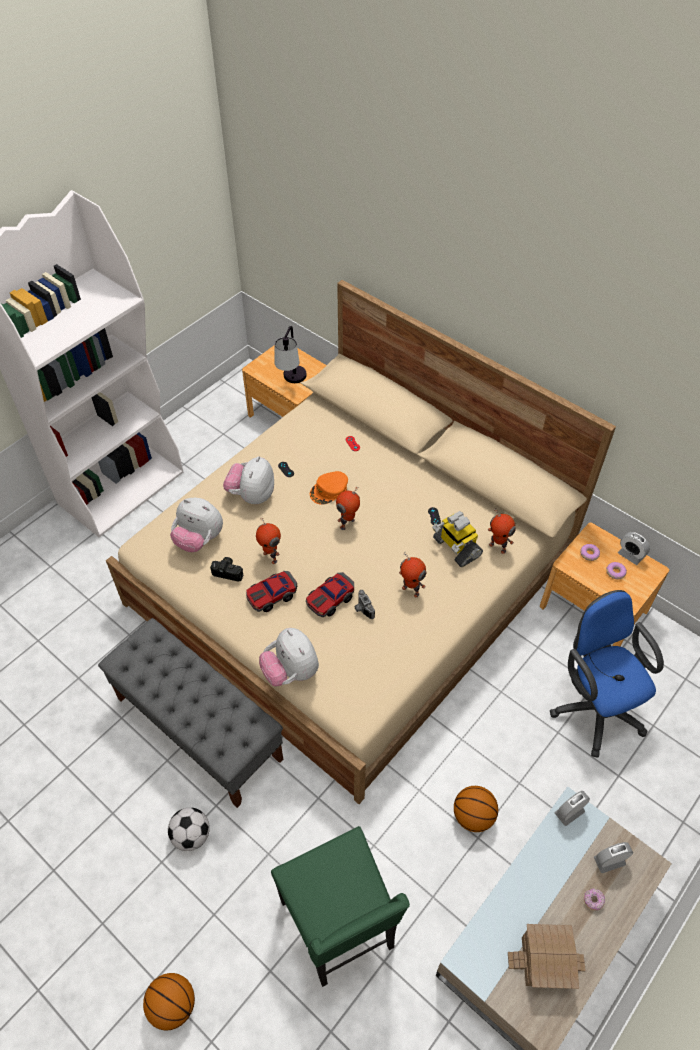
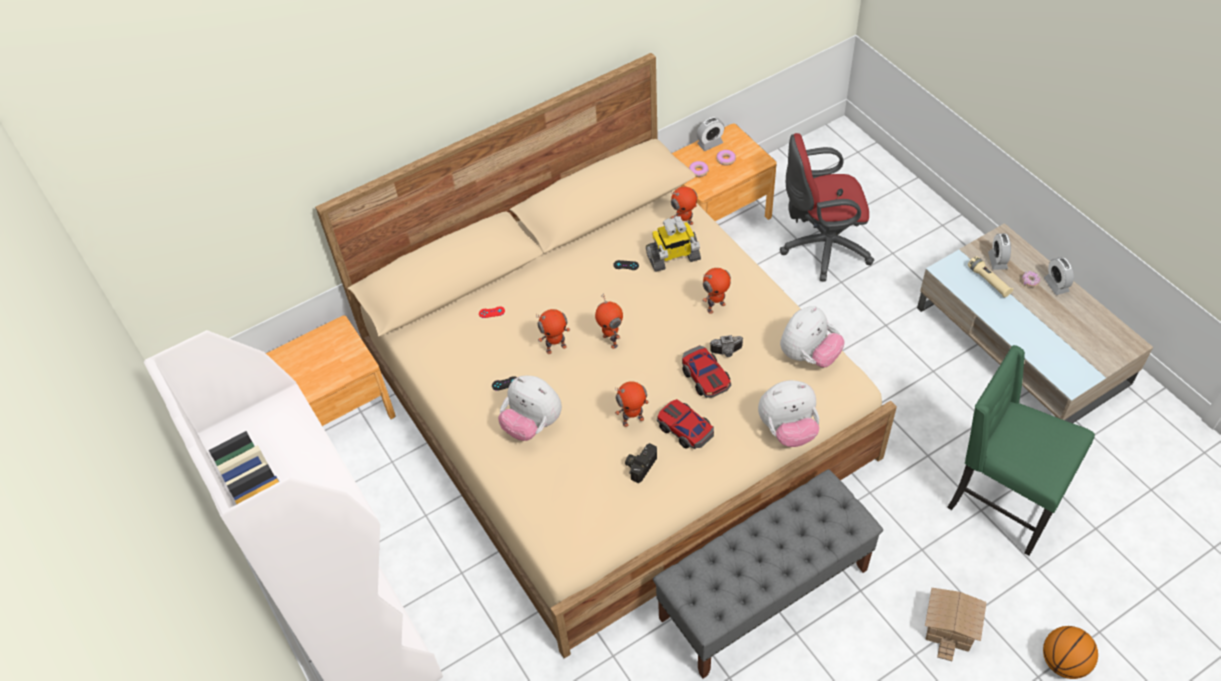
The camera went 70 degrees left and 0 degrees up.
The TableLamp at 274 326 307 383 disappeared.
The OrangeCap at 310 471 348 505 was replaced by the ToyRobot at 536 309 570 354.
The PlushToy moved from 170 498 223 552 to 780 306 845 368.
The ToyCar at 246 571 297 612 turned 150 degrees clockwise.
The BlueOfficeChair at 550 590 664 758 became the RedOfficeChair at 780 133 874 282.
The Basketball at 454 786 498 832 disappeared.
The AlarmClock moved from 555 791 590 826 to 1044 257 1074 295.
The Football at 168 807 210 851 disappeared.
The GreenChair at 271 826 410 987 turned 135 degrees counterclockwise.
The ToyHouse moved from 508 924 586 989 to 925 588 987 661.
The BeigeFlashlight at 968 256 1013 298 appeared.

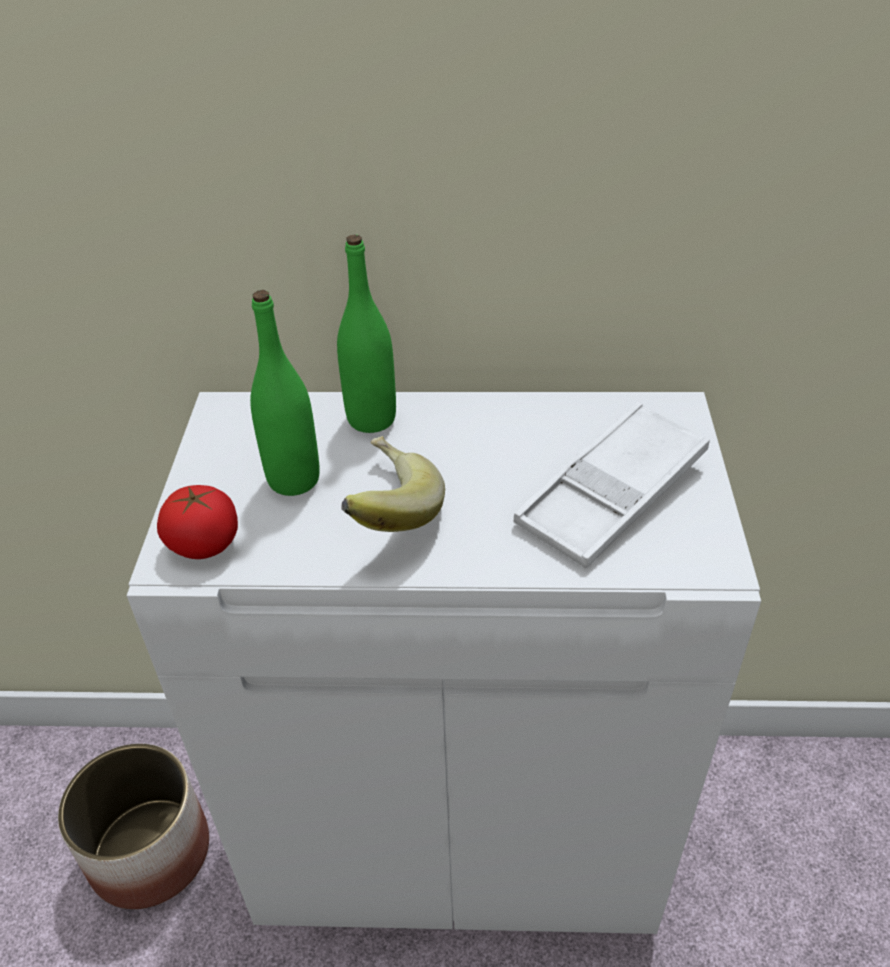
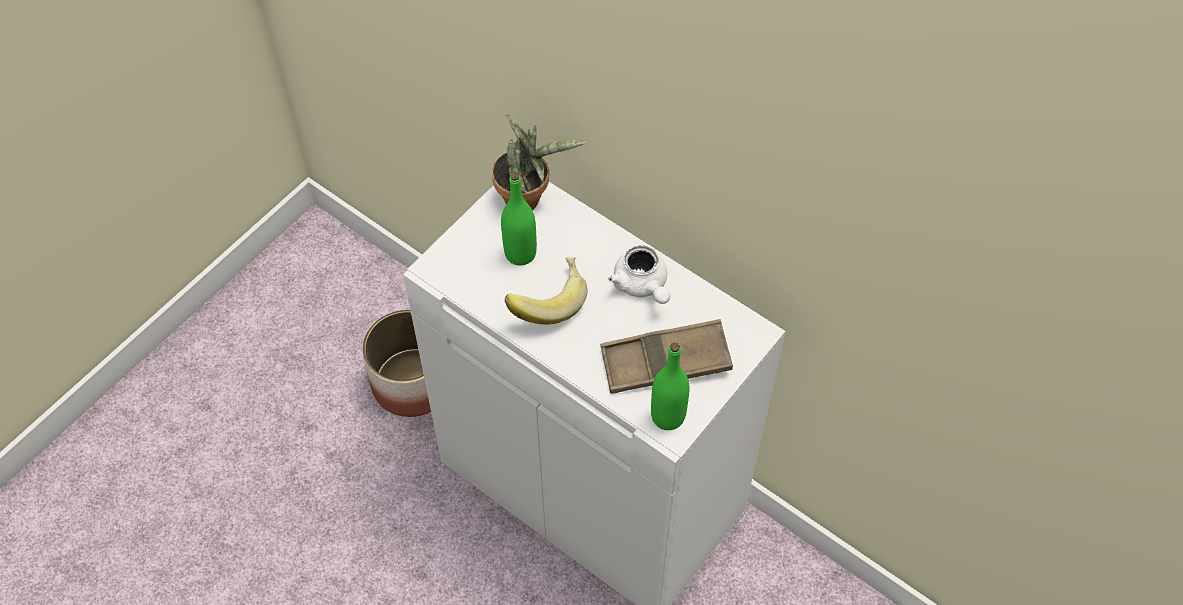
The camera went 35 degrees right and 15 degrees up.
The GreenBottle moved from 337 235 396 433 to 651 342 690 430.
The WhiteTray at 513 402 710 568 became the BrownTray at 600 319 733 394.
The Tomato at 157 485 238 559 disappeared.
The PottedPlant at 492 114 586 210 appeared.
The WhiteTeapot at 608 245 670 304 appeared.

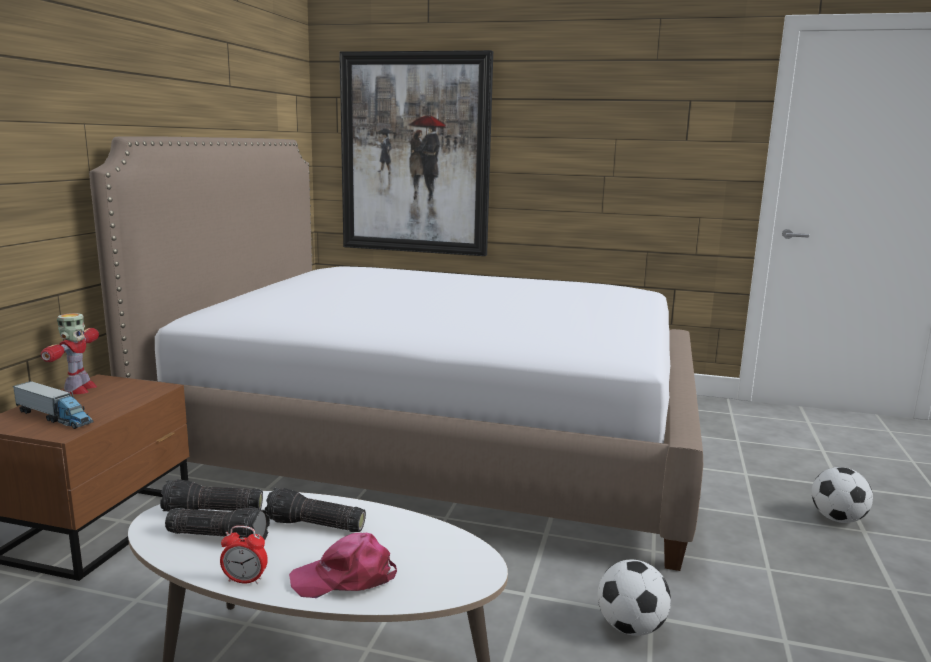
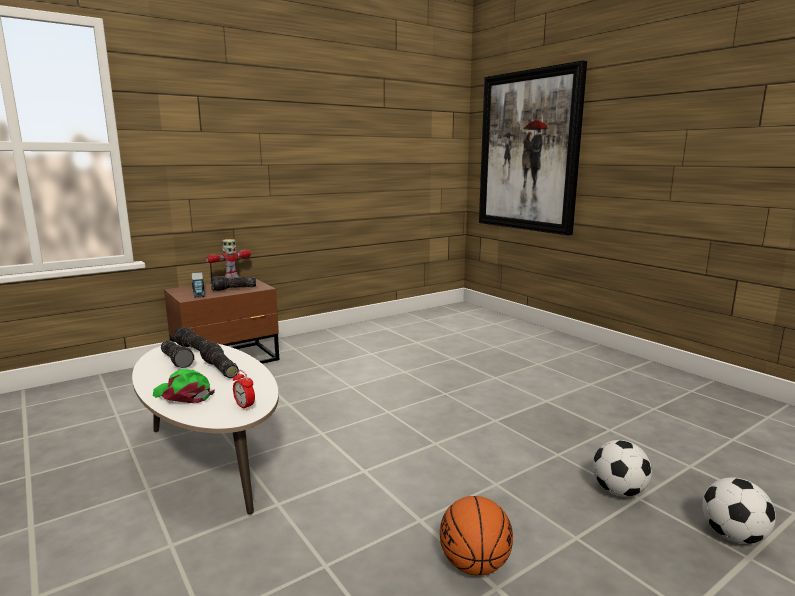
The camera went 40 degrees right and 0 degrees up.
The Bed at 89 136 703 571 disappeared.
The AlarmClock moved from 220 526 268 584 to 233 370 255 410.
The PinkCap at 289 533 397 598 became the GreenCap at 153 369 215 403.
The Football moved from 598 560 671 636 to 593 440 652 497.
The Flashlight at 211 276 256 291 appeared.
The Basketball at 440 496 513 575 appeared.

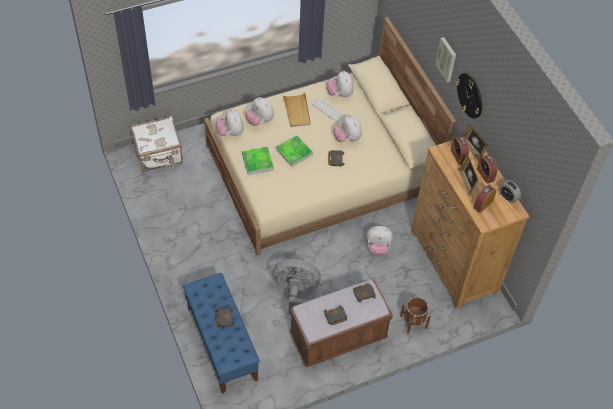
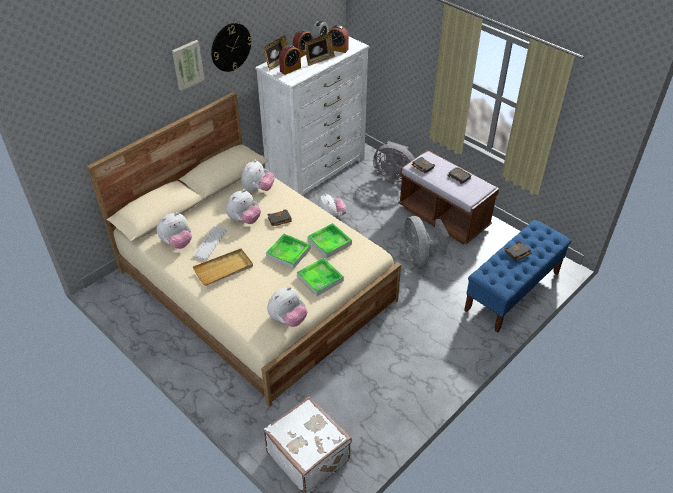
The camera went 110 degrees left and 10 degrees down.
The PlushToy moved from 245 97 274 126 to 241 159 274 192.
The BrownDresser at 411 140 530 308 became the WhiteDresser at 255 30 369 196.
The BrownPlanter at 400 297 431 334 was replaced by the GreyFan at 373 141 415 185.
The Tray at 307 223 352 258 appeared.

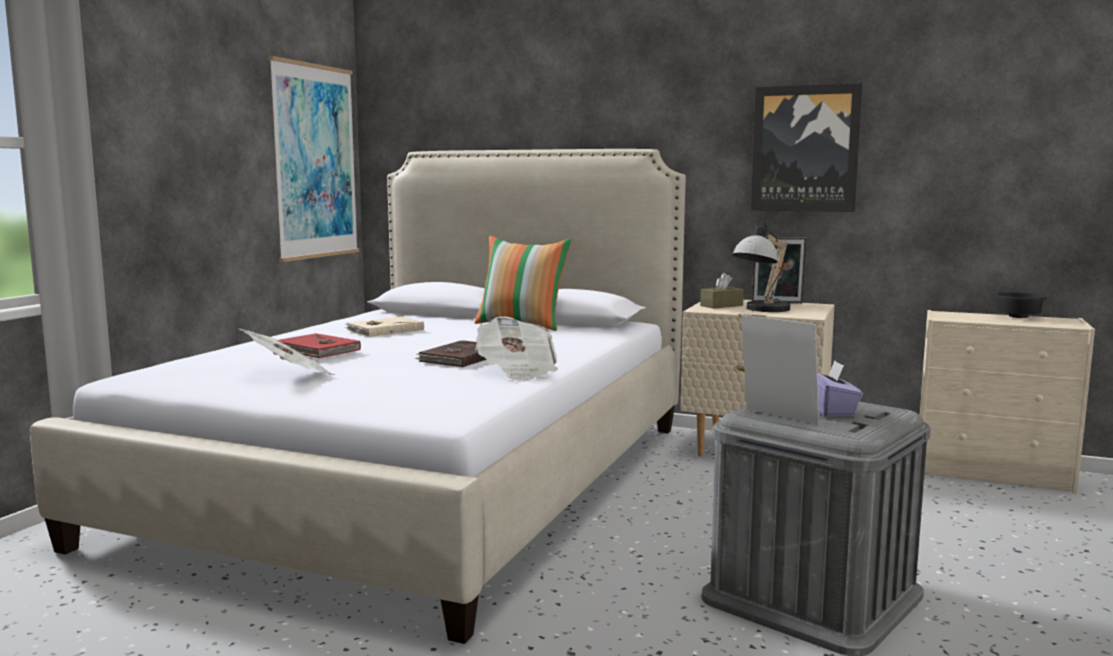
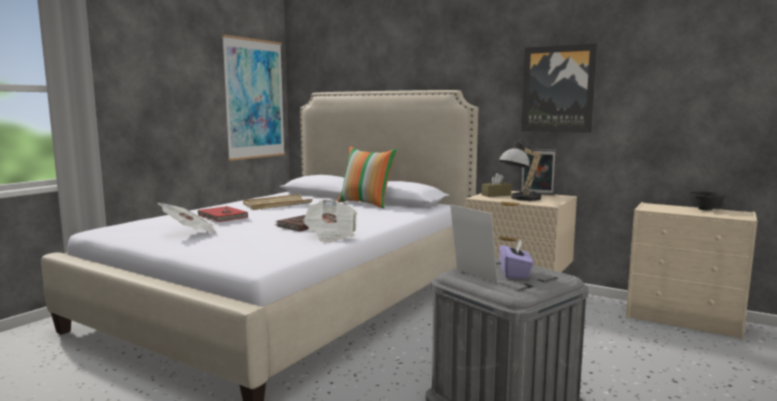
The camera went 10 degrees right and 0 degrees up.
The BeigeBook at 345 316 424 337 was replaced by the BeigeTray at 243 194 313 210.

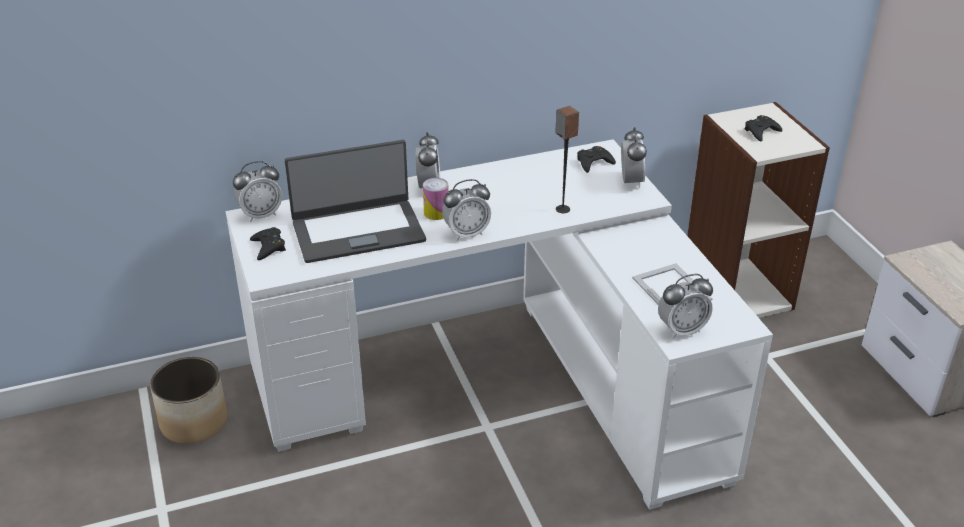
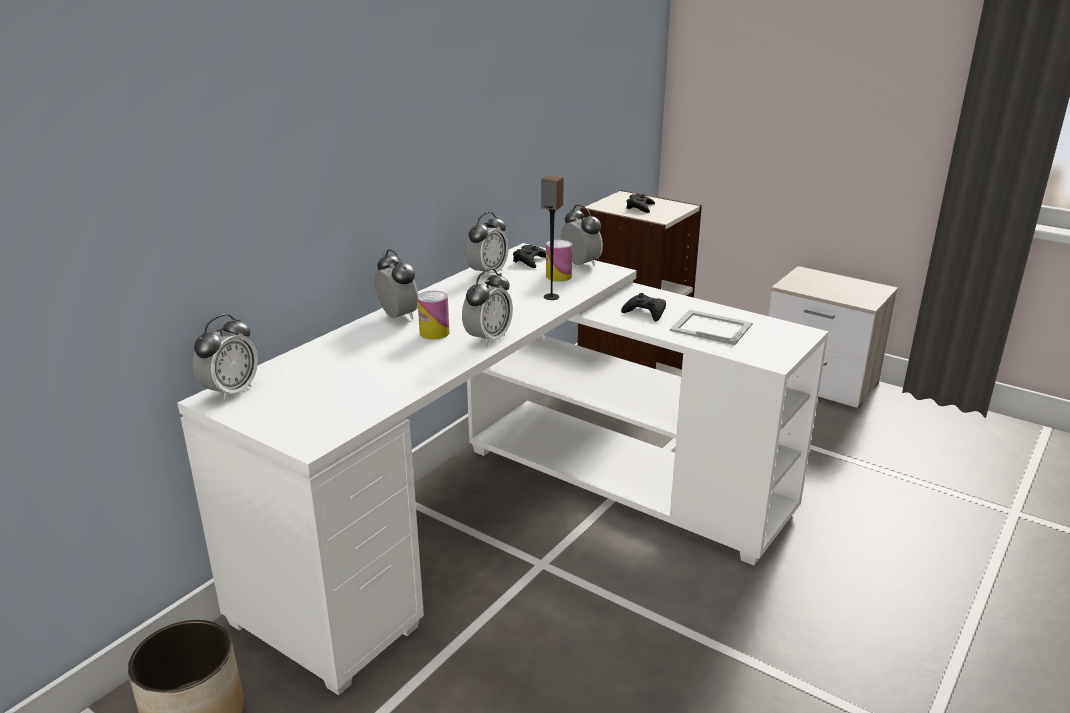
The camera went 35 degrees left and 10 degrees down.
The Laptop at 285 140 426 263 disappeared.
The BlackGameController moved from 250 227 286 260 to 621 293 666 322.
The AlarmClock moved from 658 274 713 339 to 465 212 509 279.
The Can at 546 240 572 282 appeared.

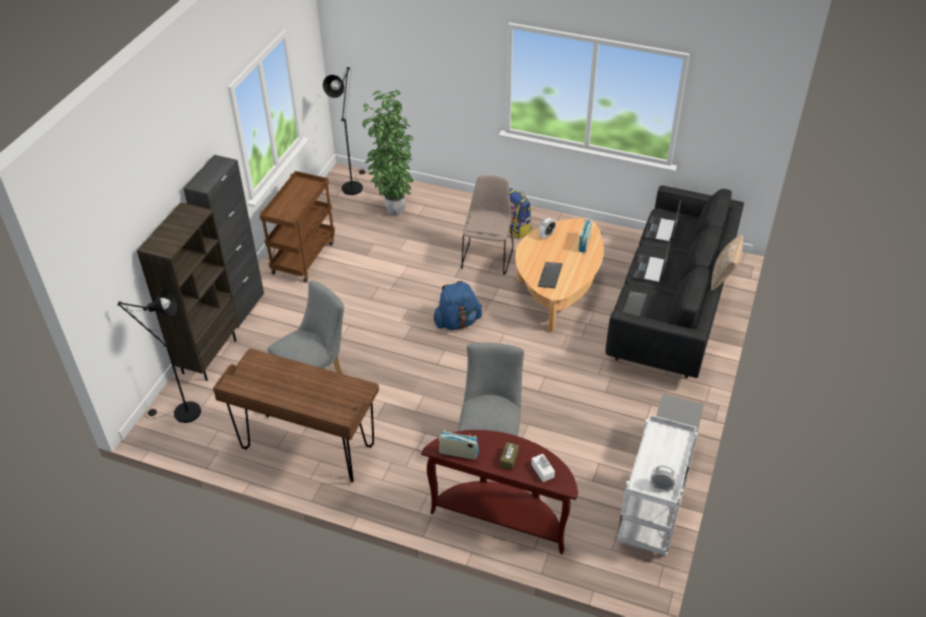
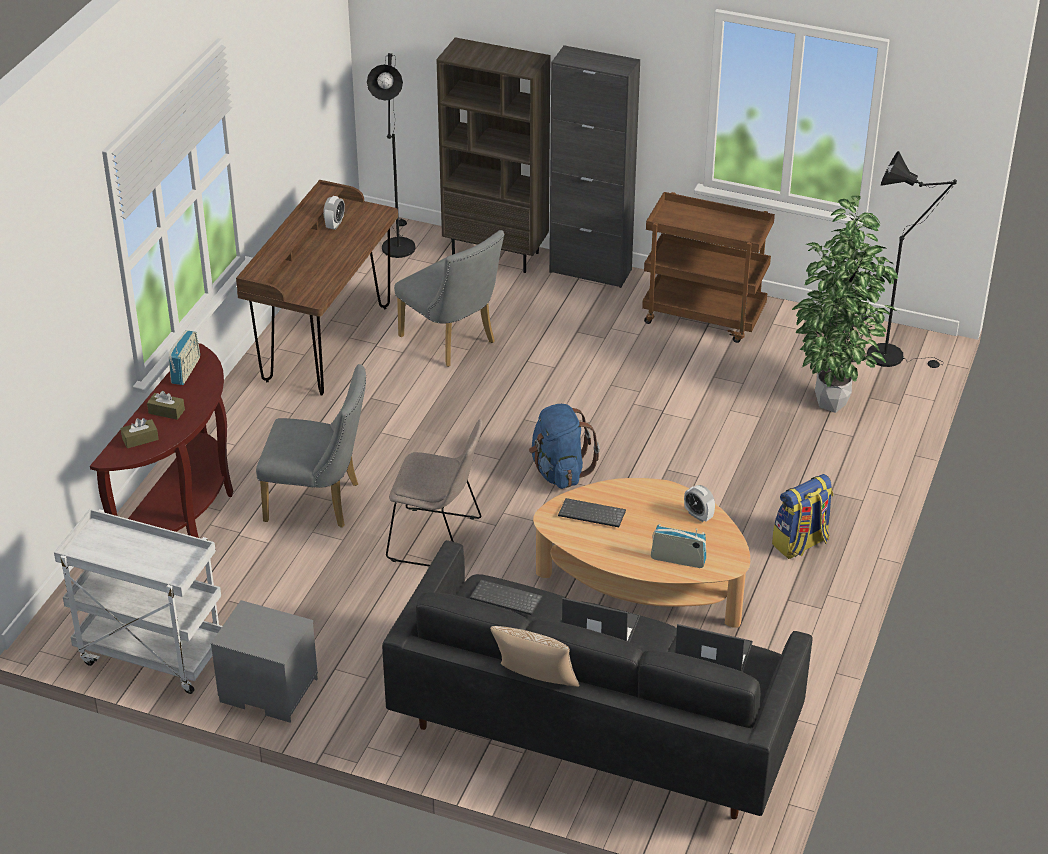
The camera went 90 degrees right and 5 degrees down.
The BeigeChair moved from 461 175 513 275 to 386 419 483 566.
The WhiteTissueBox at 531 454 555 482 became the BrownTissueBox at 121 418 159 449.
The AlarmClock moved from 650 466 677 490 to 323 196 345 230.

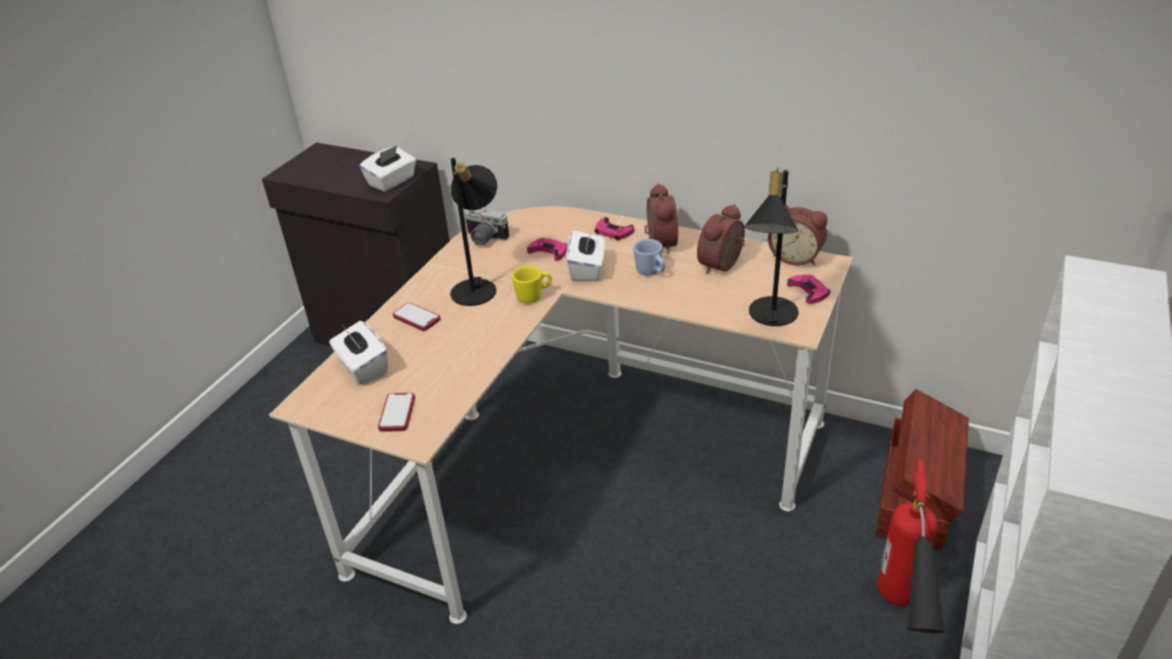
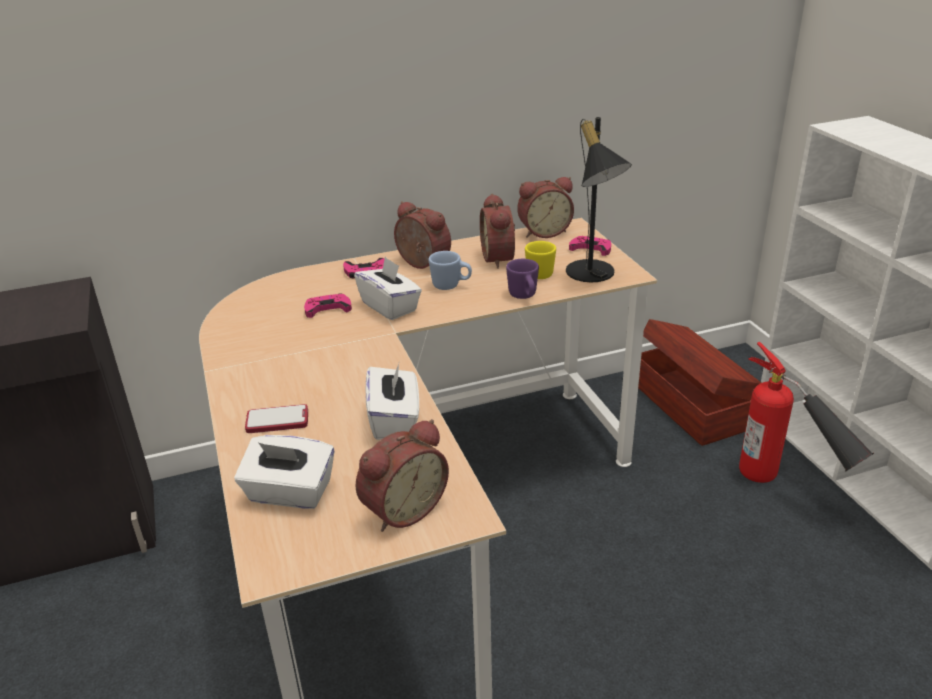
The camera went 45 degrees left and 5 degrees down.
The WhiteTissueBox moved from 360 145 416 192 to 366 363 419 440.
The BlackTableLamp at 450 158 497 306 disappeared.
The PhotoCamera at 465 209 509 246 disappeared.
The YellowMug moved from 511 266 552 303 to 525 241 556 279.
The Phone at 378 393 415 432 was replaced by the AlarmClock at 355 419 449 532.
The PurpleMug at 506 259 539 299 appeared.

